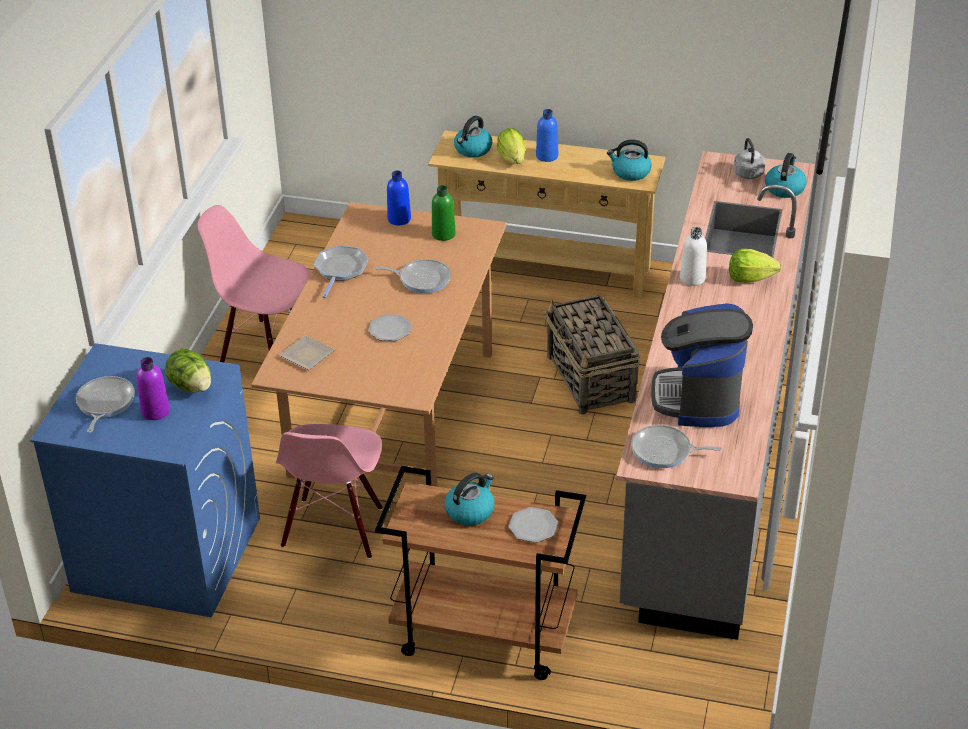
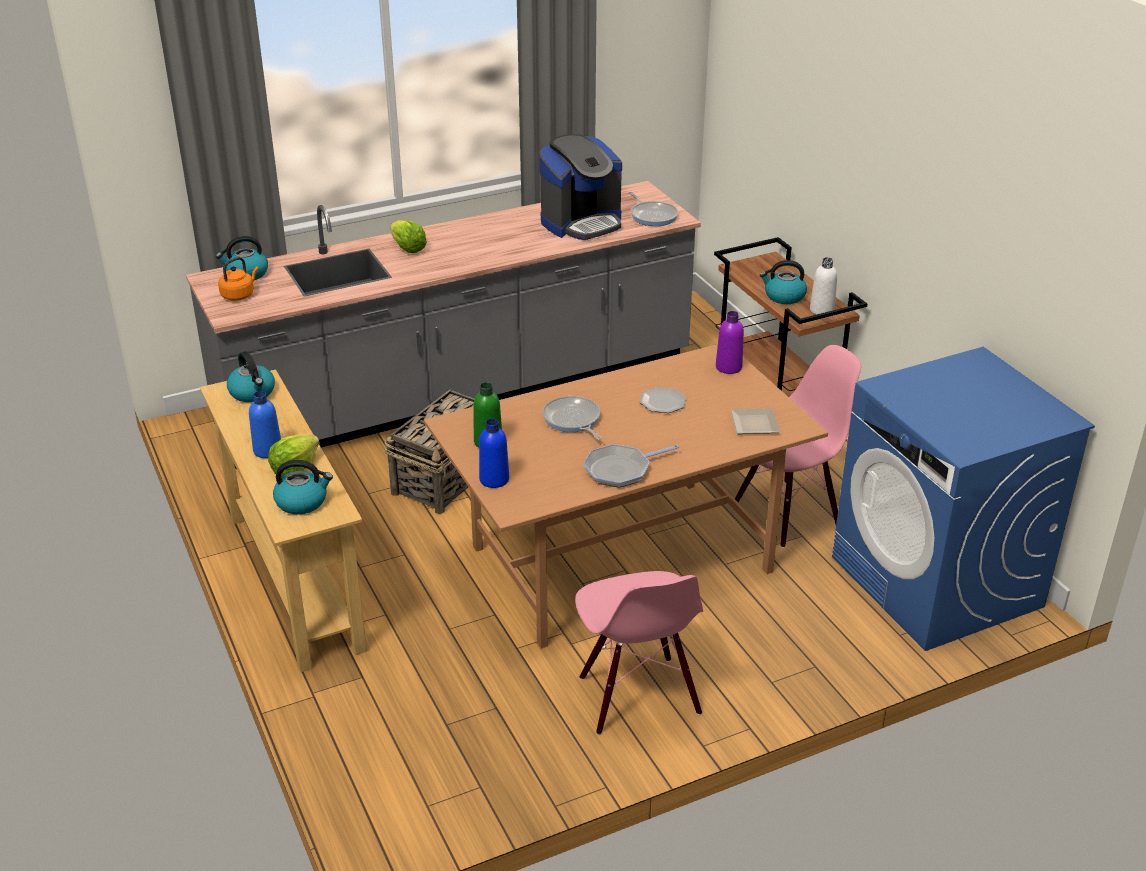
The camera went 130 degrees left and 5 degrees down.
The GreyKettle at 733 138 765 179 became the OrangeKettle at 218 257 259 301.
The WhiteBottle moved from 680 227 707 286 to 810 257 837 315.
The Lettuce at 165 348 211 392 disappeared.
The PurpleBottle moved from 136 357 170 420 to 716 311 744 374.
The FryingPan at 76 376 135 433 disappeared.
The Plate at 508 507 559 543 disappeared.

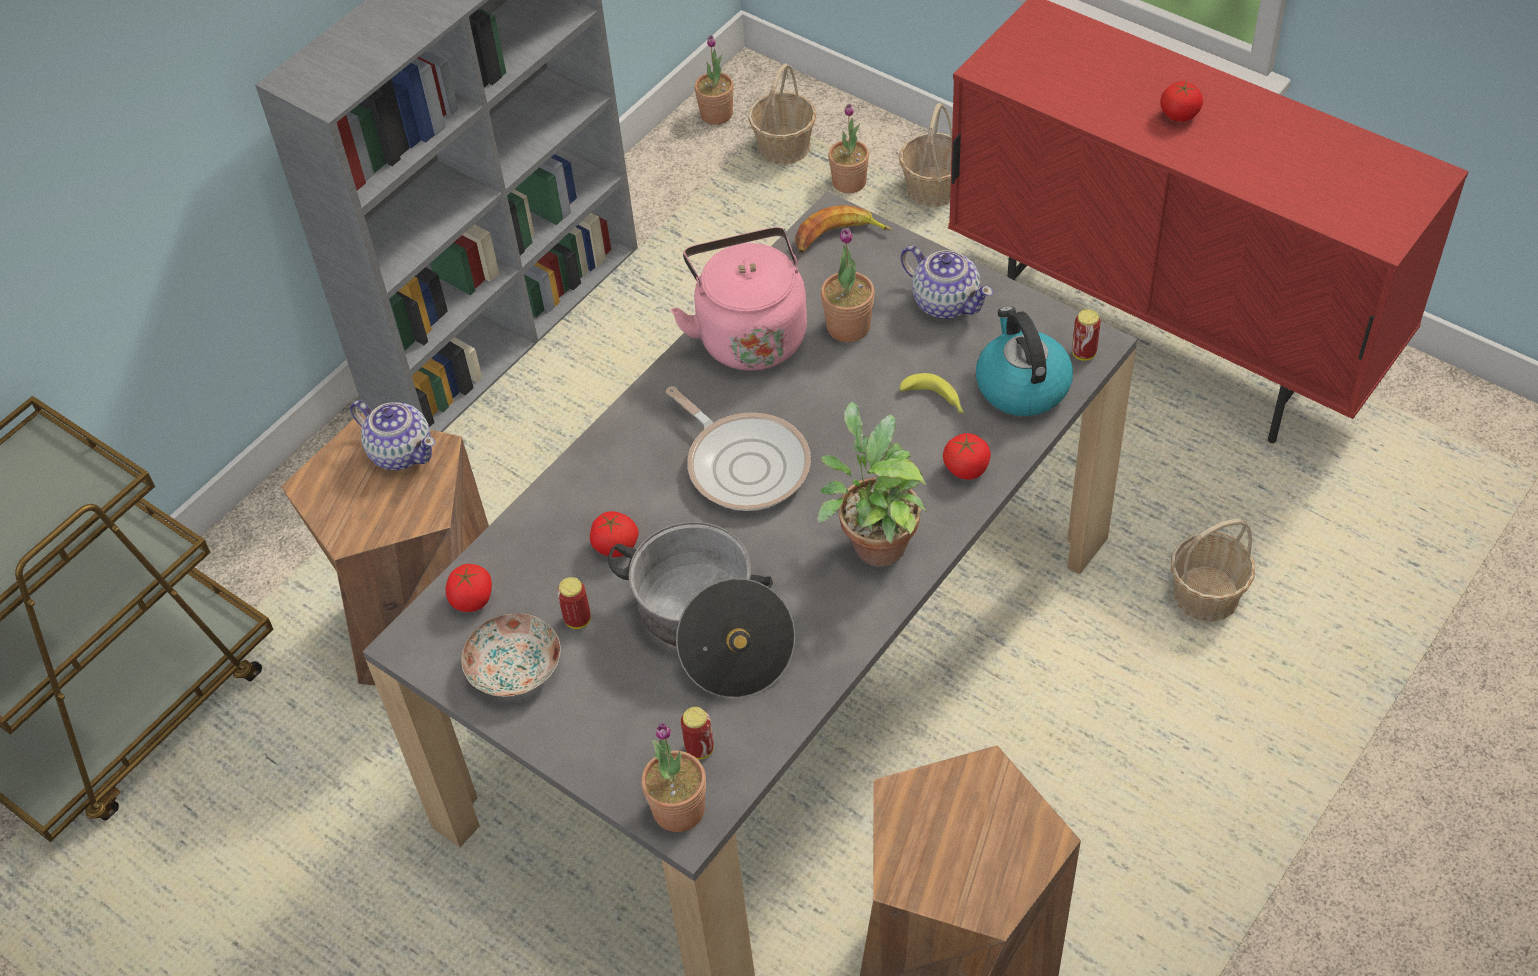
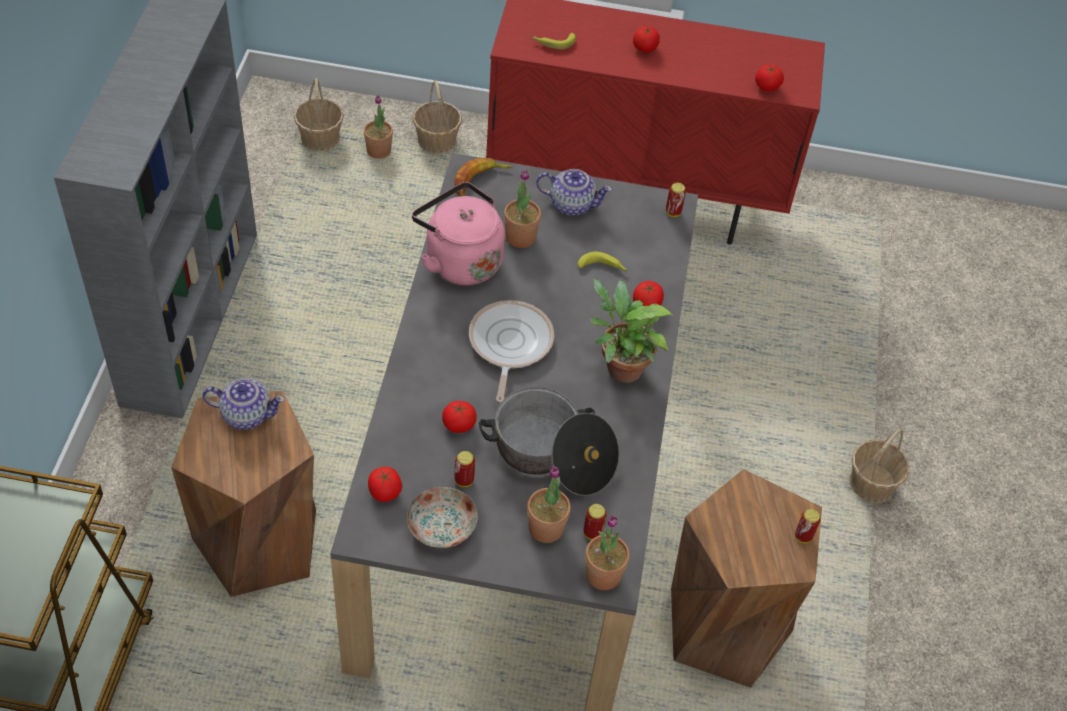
The camera went 35 degrees left and 0 degrees up.
The PottedPlant moved from 694 35 734 125 to 527 466 571 543.
The Kettle at 976 306 1073 416 disappeared.
The FryingPan at 666 386 811 511 turned 105 degrees counterclockwise.
The Basket moved from 1170 519 1255 622 to 850 428 910 504.
The Banana at 532 33 576 49 appeared.
The Tomato at 755 65 784 92 appeared.
The Can at 795 509 820 543 appeared.

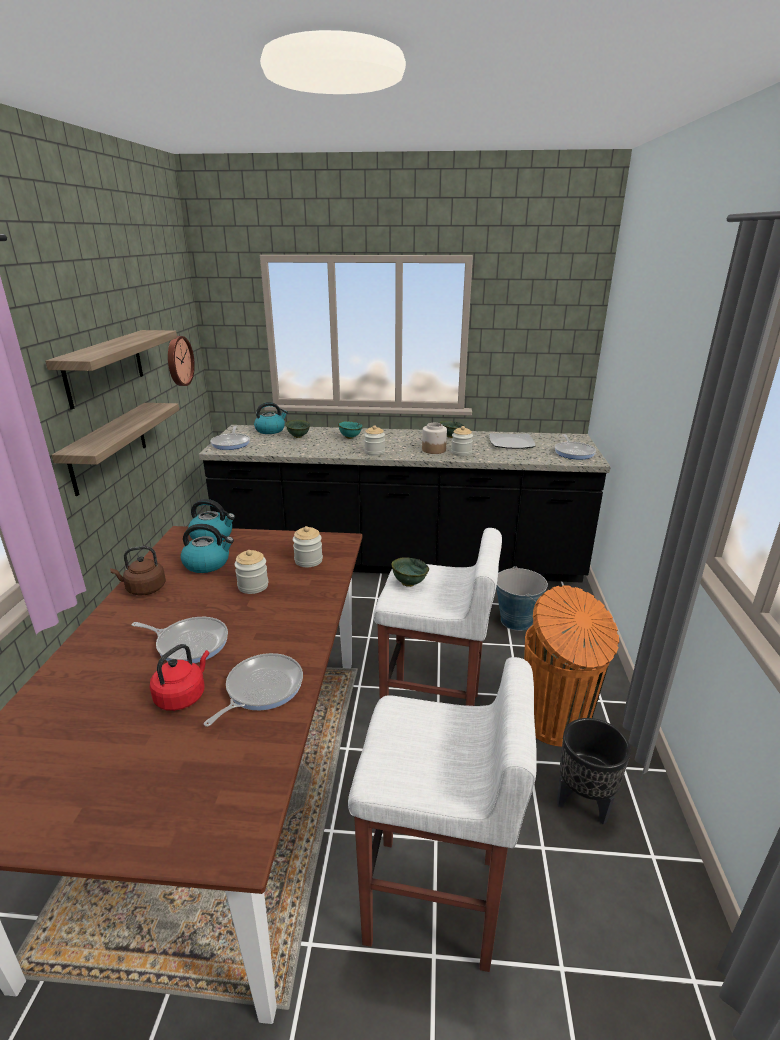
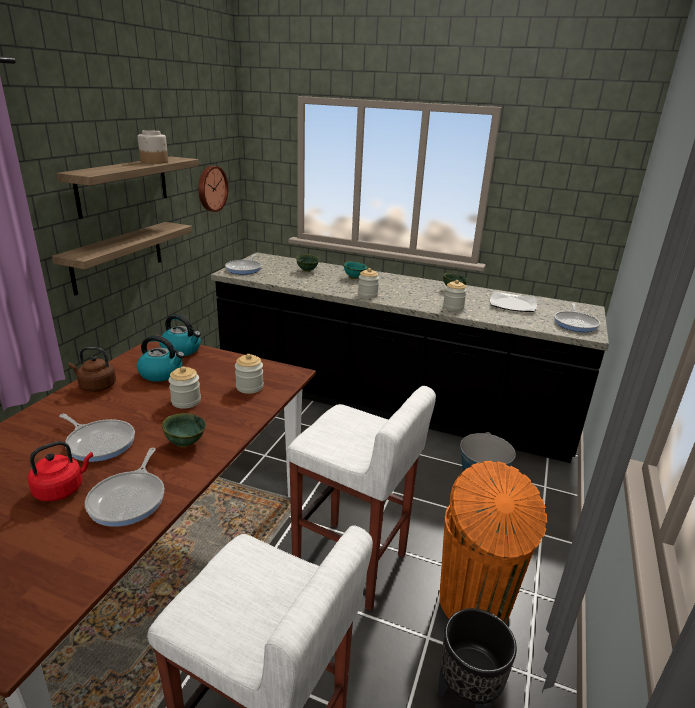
The camera went 15 degrees right and 0 degrees up.
The Kettle at 254 402 288 434 disappeared.
The Jar moved from 422 423 447 454 to 137 130 168 164.
The GreenBowl moved from 391 557 429 587 to 162 413 206 447.
The FryingPan at 204 653 303 727 turned 135 degrees clockwise.

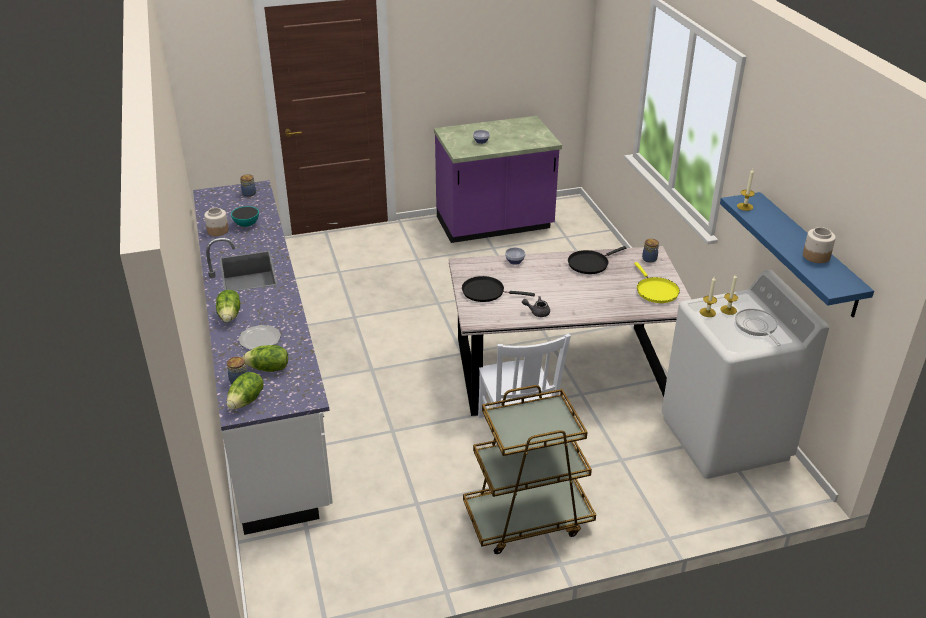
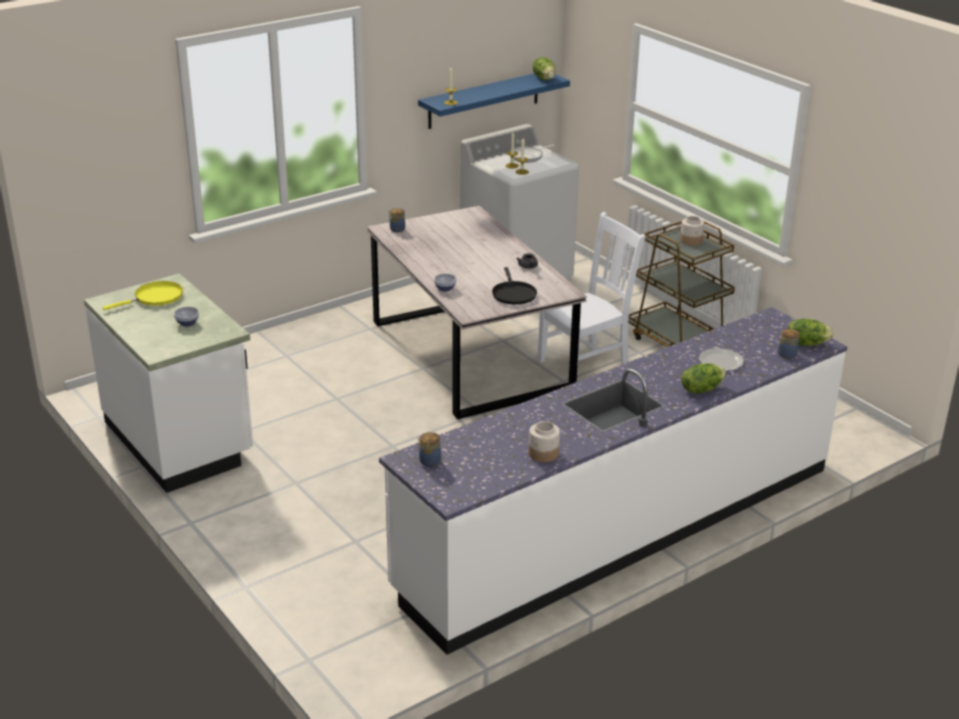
The camera went 110 degrees left and 5 degrees down.
The PurpleCounter at 434 116 562 243 became the WhiteCounter at 84 273 253 493.
The Bowl at 231 206 259 227 disappeared.
The Jar moved from 803 227 836 263 to 680 216 704 246.
The BlackFryingPan at 568 246 627 274 disappeared.
The YellowFryingPan moved from 634 262 680 303 to 103 281 183 310.
The Lettuce moved from 243 345 288 372 to 533 57 555 80.

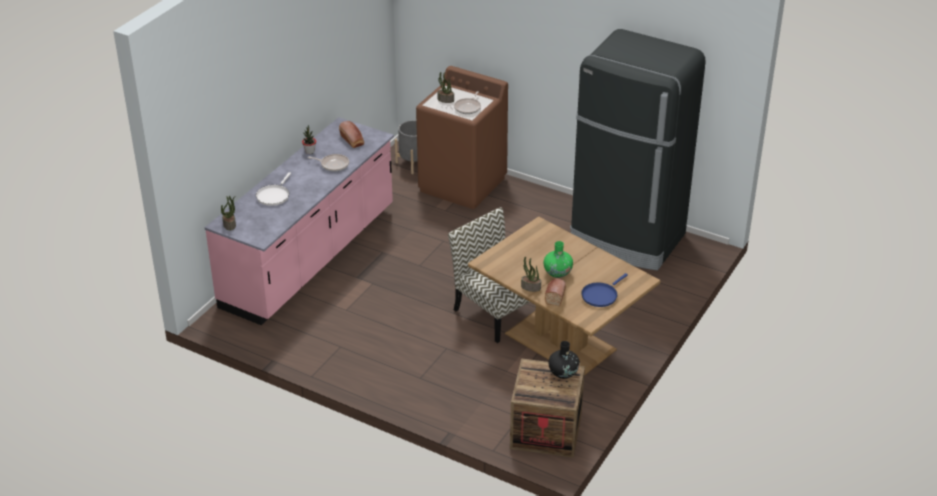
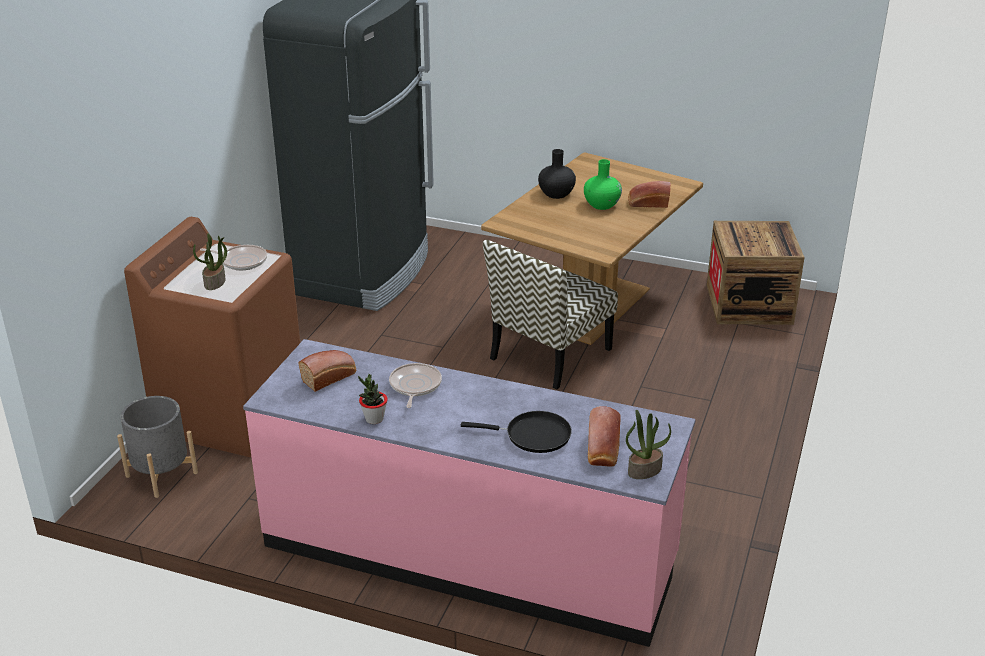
The camera went 100 degrees left and 5 degrees down.
The WhiteFryingPan at 256 172 291 206 became the BlackFryingPan at 461 411 572 453.
The PottedPlant at 521 257 541 292 disappeared.
The BlueFryingPan at 581 273 628 307 disappeared.
The BlackVase moved from 549 341 580 379 to 538 149 576 199.
The Bread at 588 406 621 467 appeared.

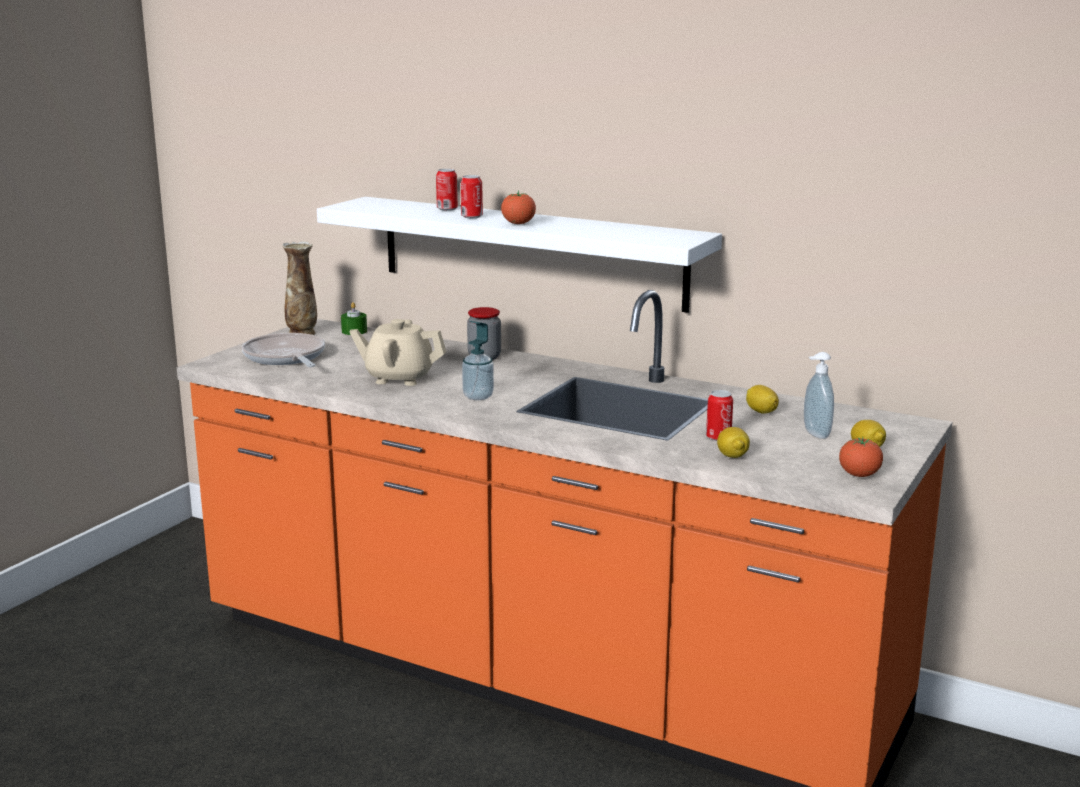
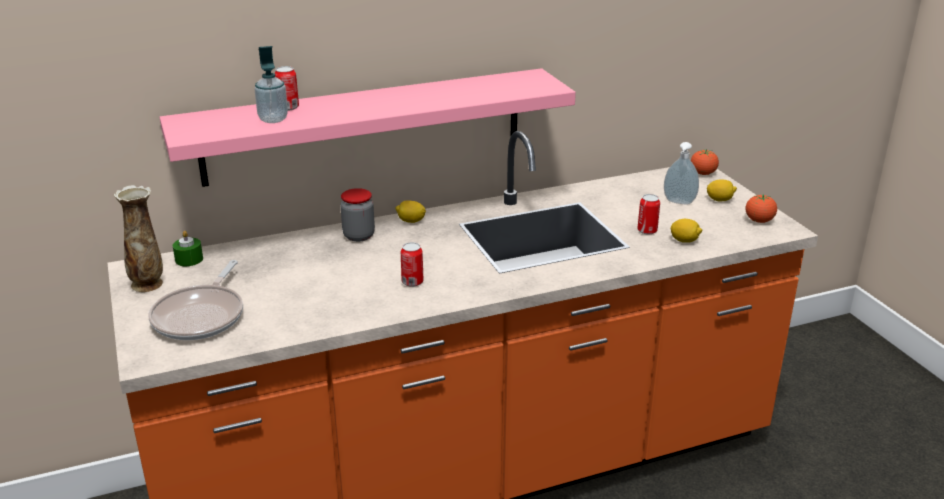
The camera went 50 degrees left and 10 degrees up.
The Can moved from 461 175 483 218 to 401 242 424 287.
The Tomato moved from 501 190 536 224 to 691 149 719 175.
The WhiteShelf at 317 197 722 313 became the PinkShelf at 160 68 576 187.
The BeigeTeapot at 349 319 446 386 disappeared.
The SoapDispenser moved from 462 321 494 400 to 254 46 288 123.
The FryingPan at 242 333 325 367 turned 90 degrees counterclockwise.
The Lemon moved from 746 385 779 414 to 395 200 426 223.

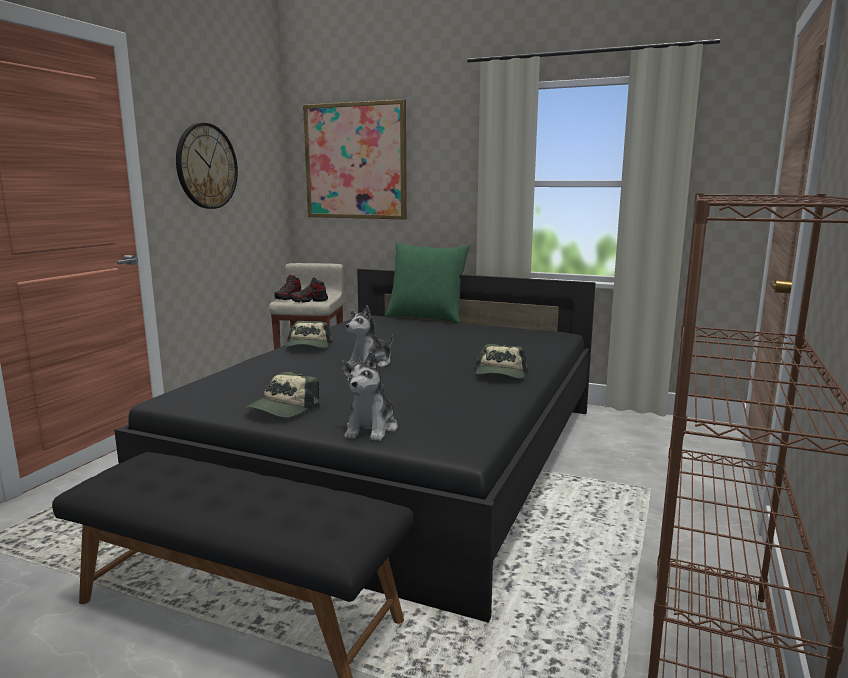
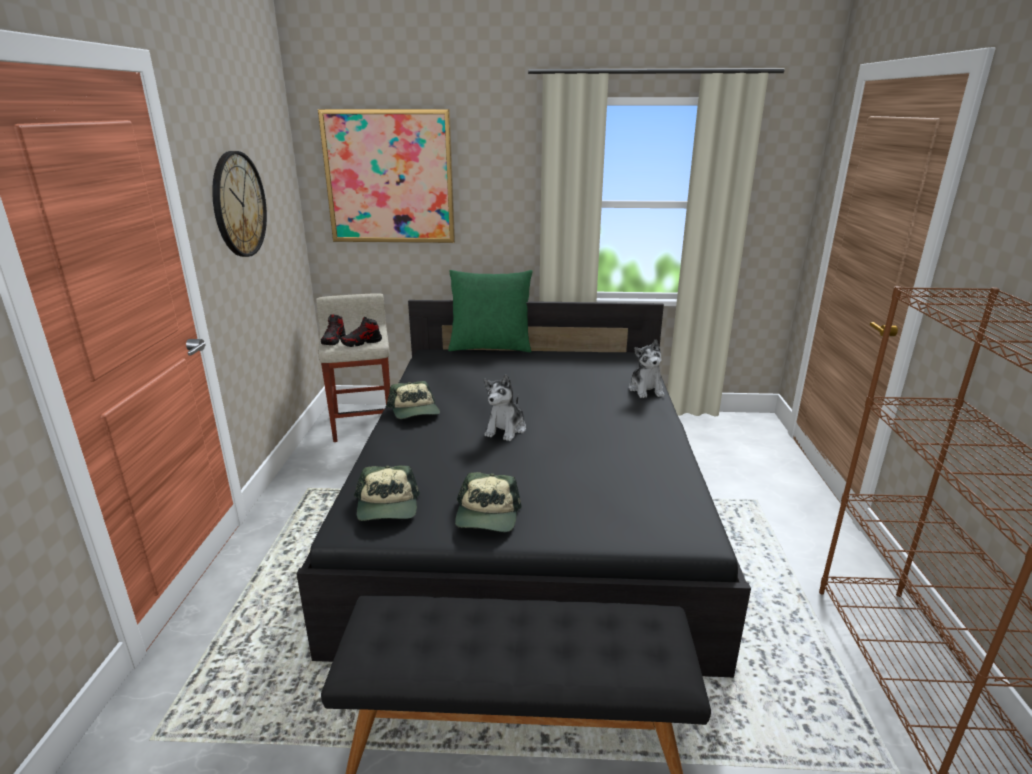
The camera went 20 degrees left and 10 degrees up.
The Cap moved from 475 344 528 379 to 354 465 420 521.
The PlushToy moved from 341 352 398 441 to 629 340 665 398.

